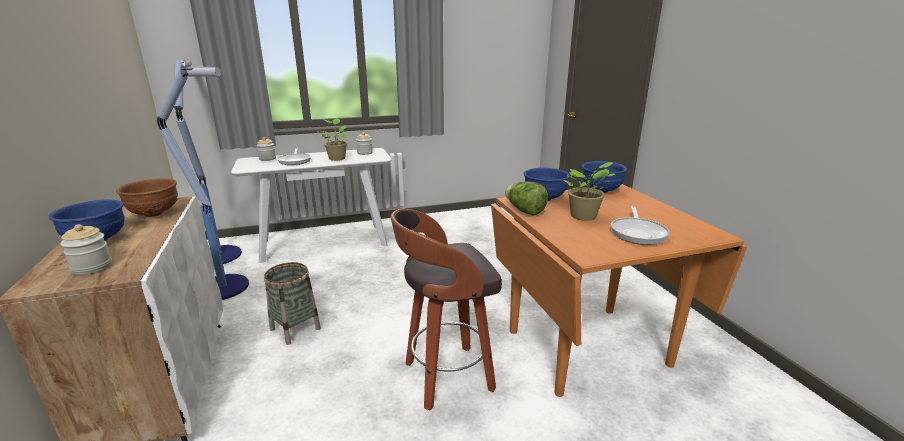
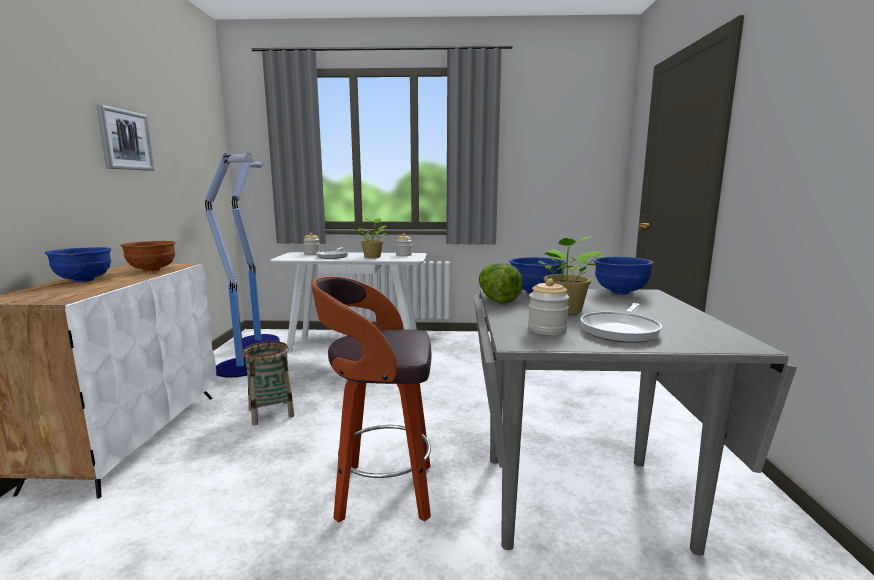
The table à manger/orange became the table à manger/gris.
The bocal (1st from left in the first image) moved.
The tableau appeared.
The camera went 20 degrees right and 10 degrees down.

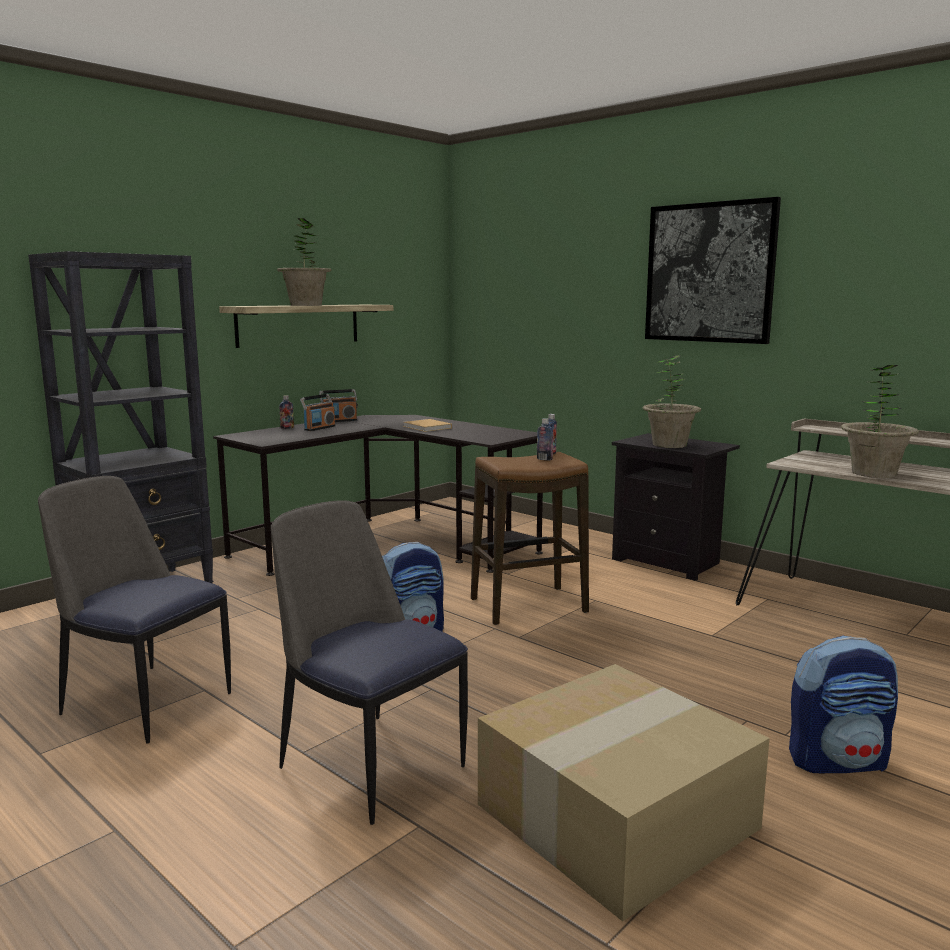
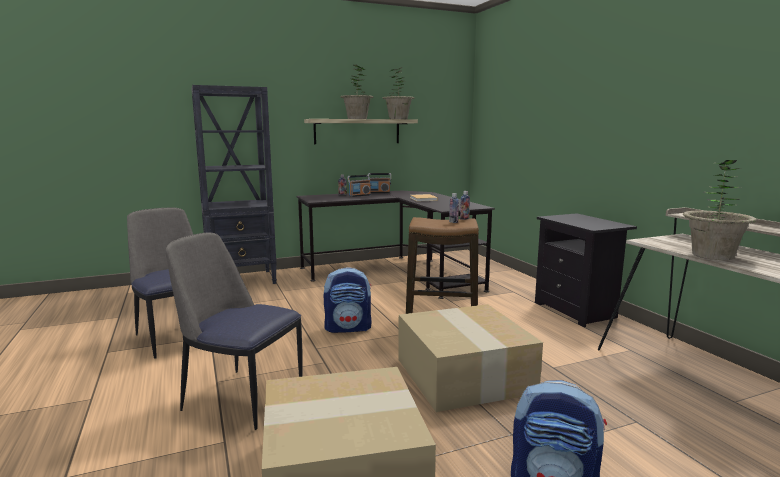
The tableau disappeared.
The plante en pot (2nd from left) moved.
The chaise (2nd from left) turned 45 degrees counterclockwise.
The carton (2nd from left) appeared.
The camera went 25 degrees right and 0 degrees up.

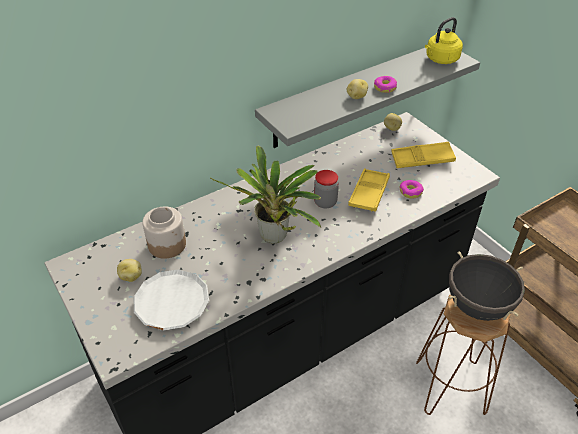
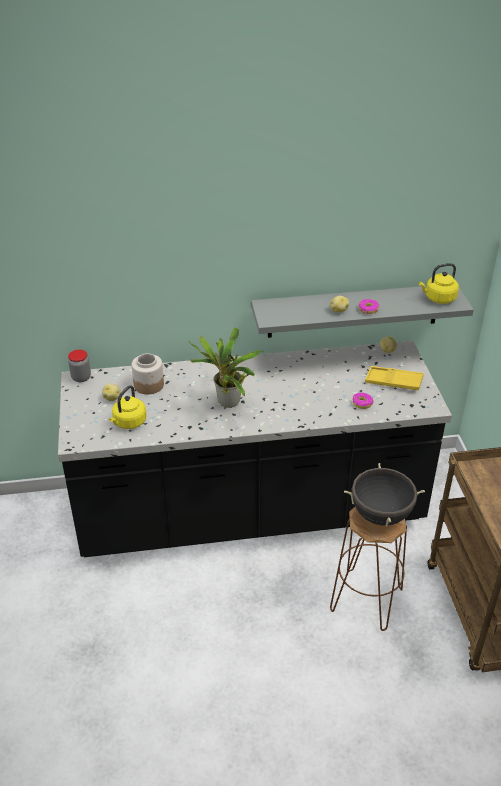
The plateau/jaune (1st from left) disappeared.
The bocal (2nd from left in the first image) moved.
The assiette/blanc was replaced by the bouilloire/jaune (1st from left).
The camera went 25 degrees right and 5 degrees down.

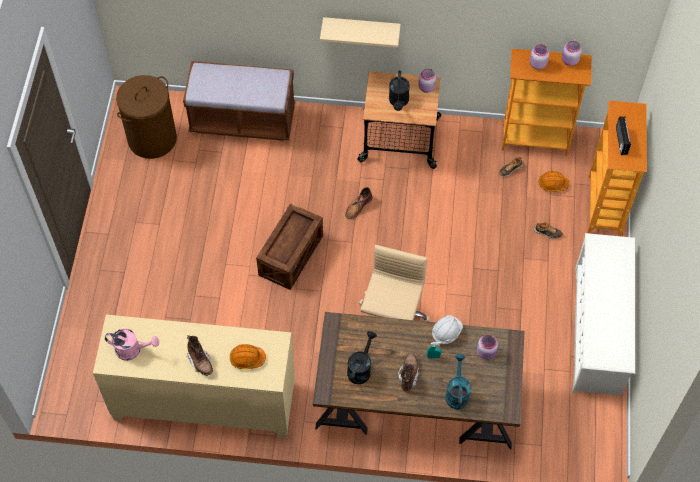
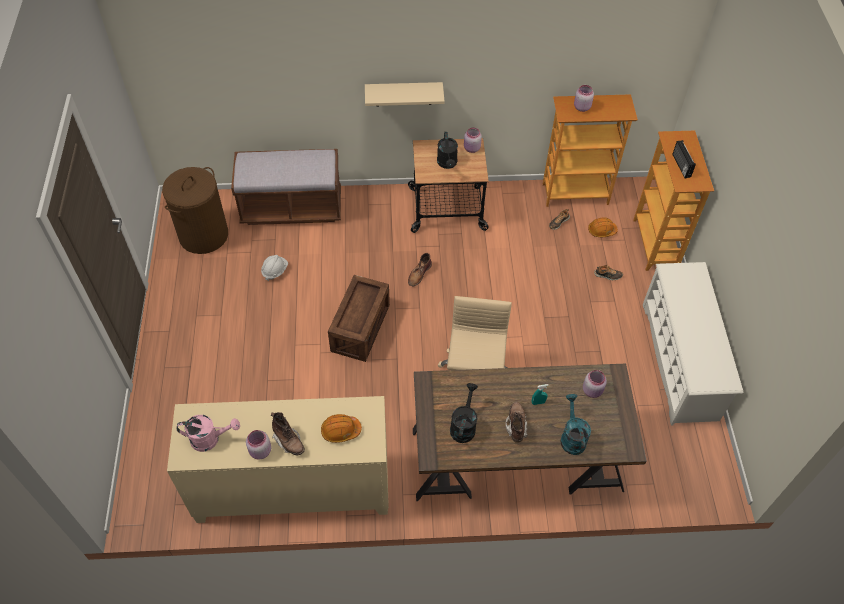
The bocal/rose (4th from left in the first image) moved.
The casque de chantier/blanc moved.
The camera went 10 degrees left and 5 degrees down.

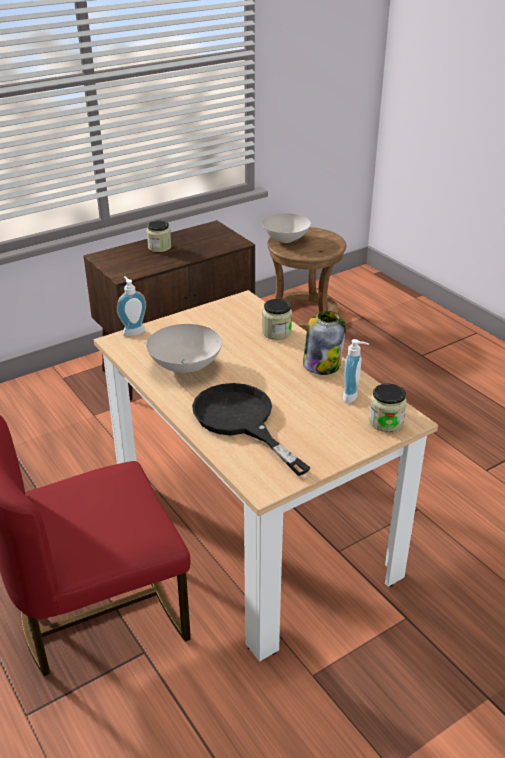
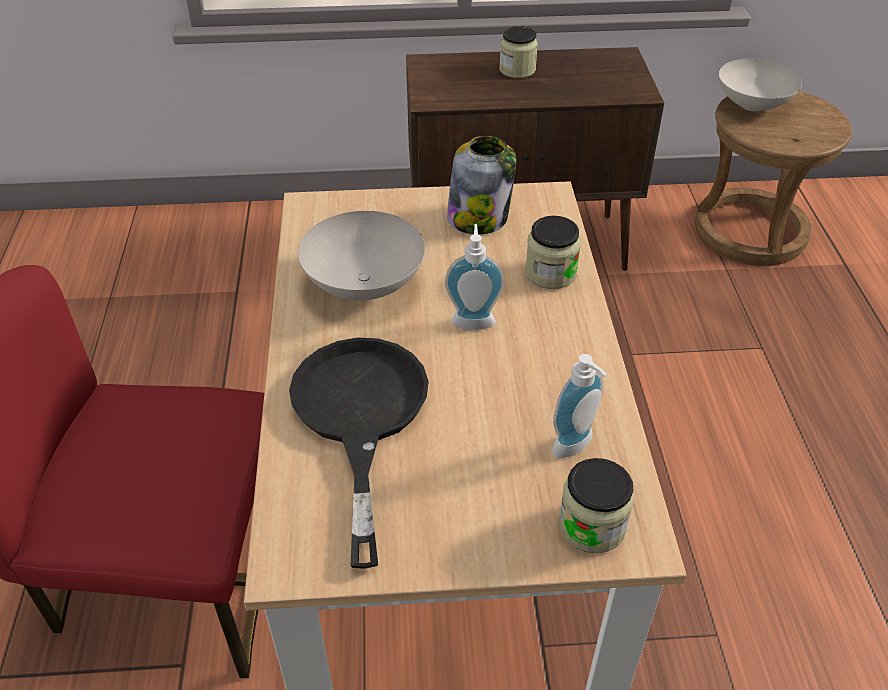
The distributeur de savon (1st from left) moved.
The bocal (3rd from left in the first image) moved.
The camera went 30 degrees right and 10 degrees up.

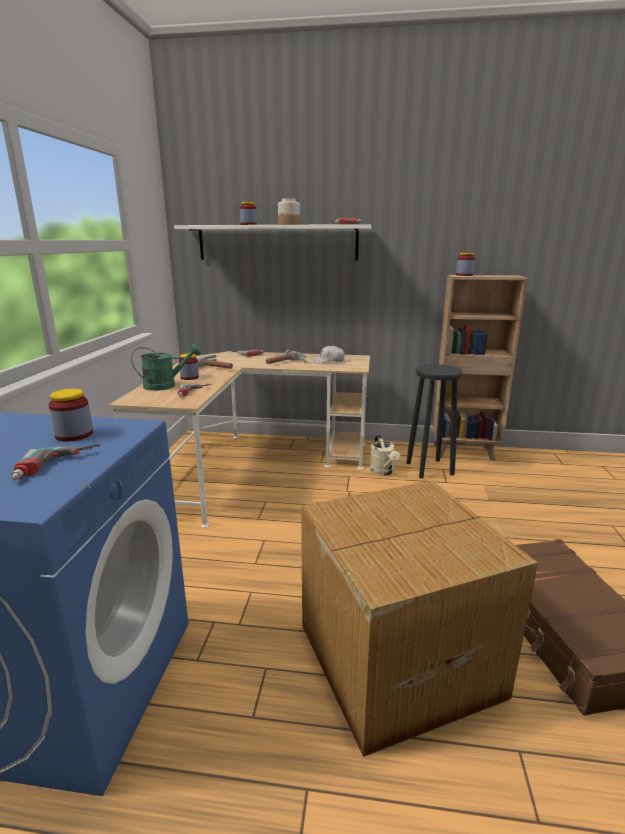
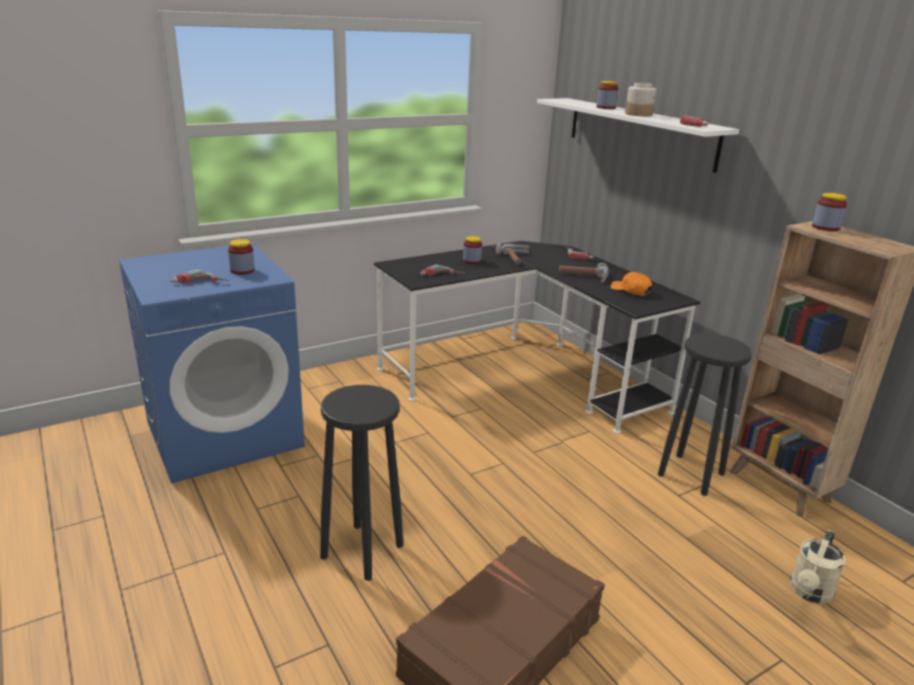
The arrosoir/vert disappeared.
The casquette/blanc became the casquette/orange.
The bureau/beige became the bureau/noir.
The arrosoir/beige moved.
The carton was replaced by the tabouret/noir (1st from left).
The camera went 50 degrees right and 5 degrees up.

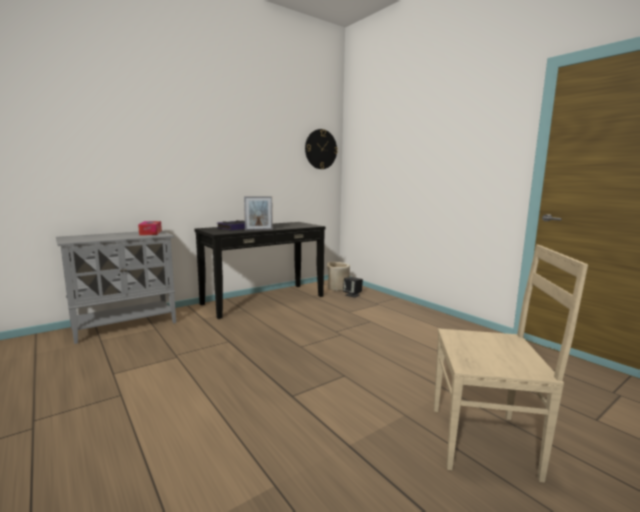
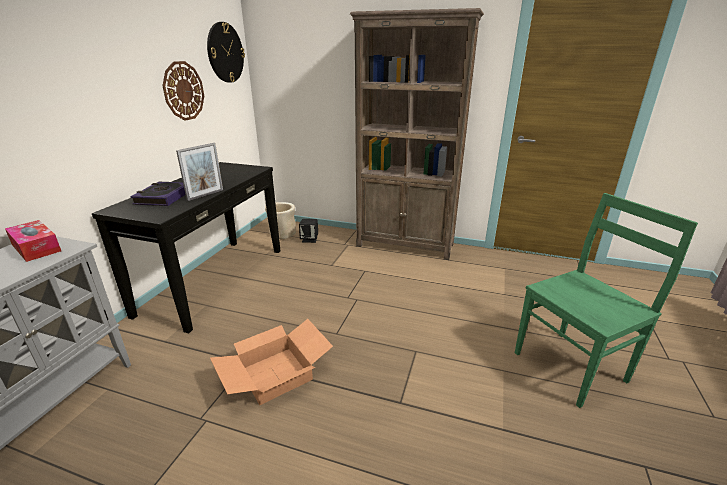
The chaise/beige became the chaise/vert.
The bibliothèque/marron appeared.
The horloge murale (1st from left) appeared.
The carton appeared.
The camera went 35 degrees left and 15 degrees up.

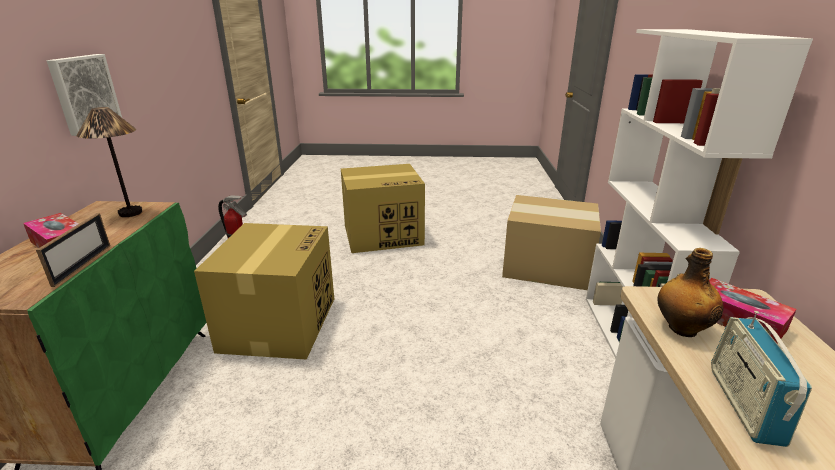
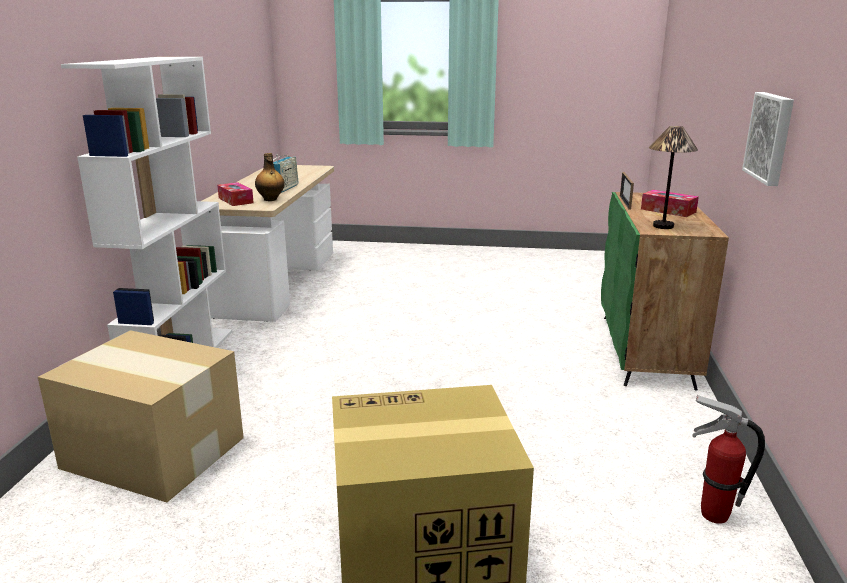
The carton (1st from left) disappeared.
The camera went 175 degrees left and 5 degrees down.

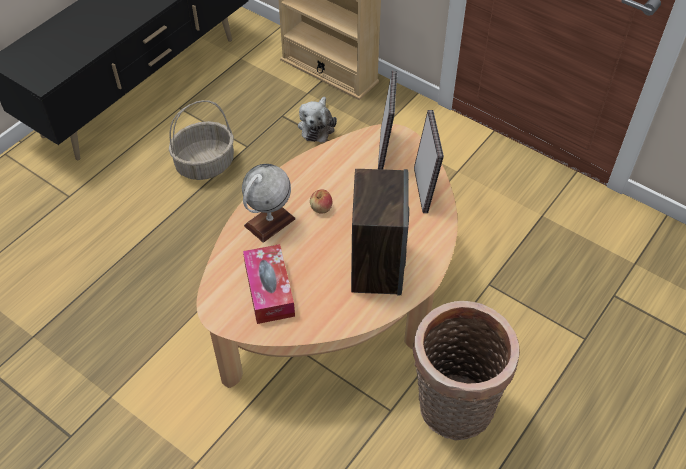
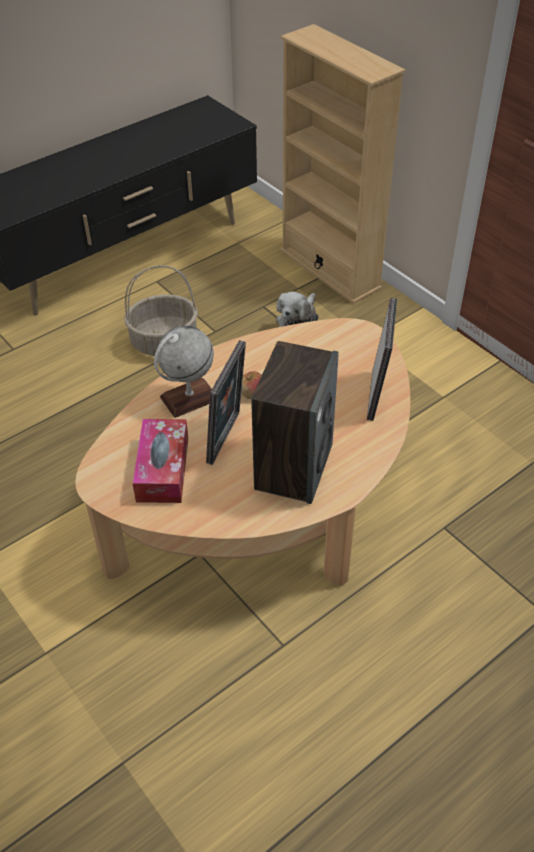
The cadre photo (1st from left) moved.
The panier (2nd from left) disappeared.
The camera went 15 degrees right and 5 degrees down.

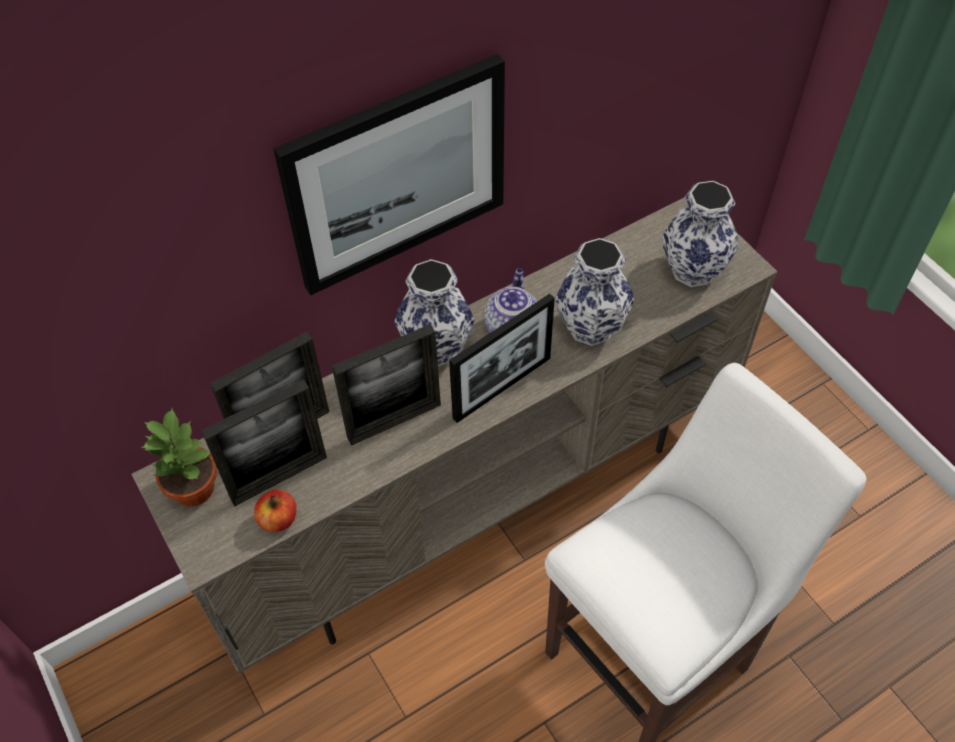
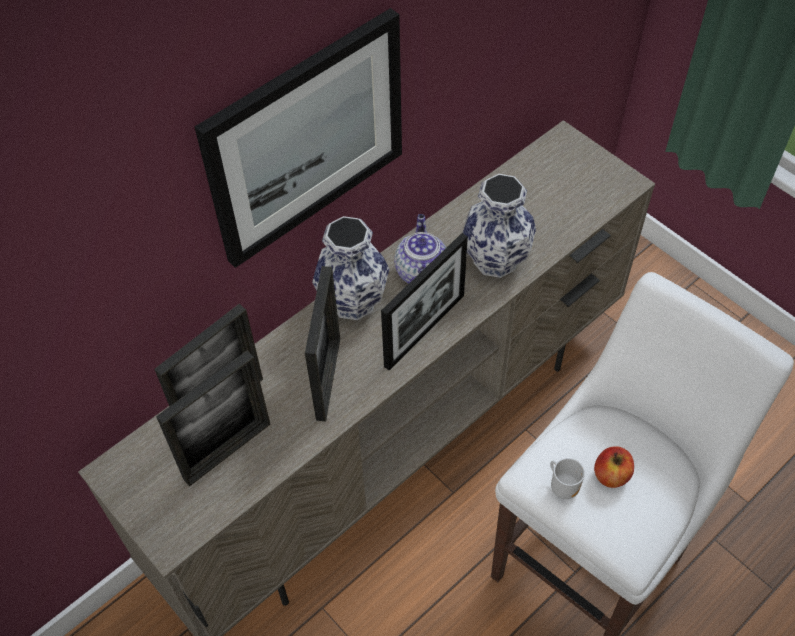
The vase (3rd from left) disappeared.
The cadre photo (3rd from left) turned 45 degrees counterclockwise.
The plante en pot disappeared.
The pomme moved.
The mug appeared.
The camera went 10 degrees left and 0 degrees up.

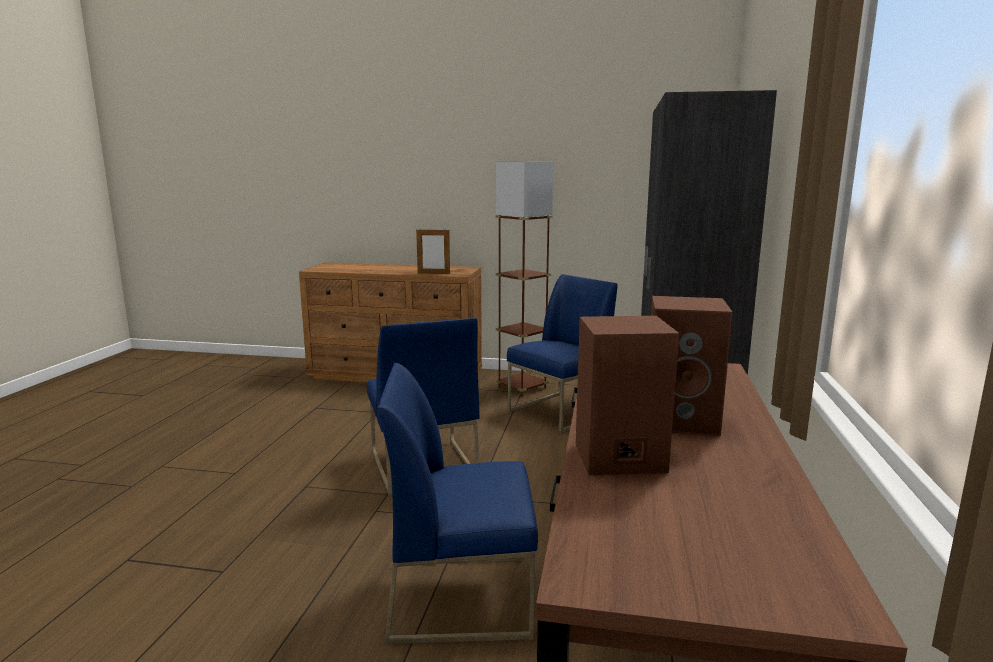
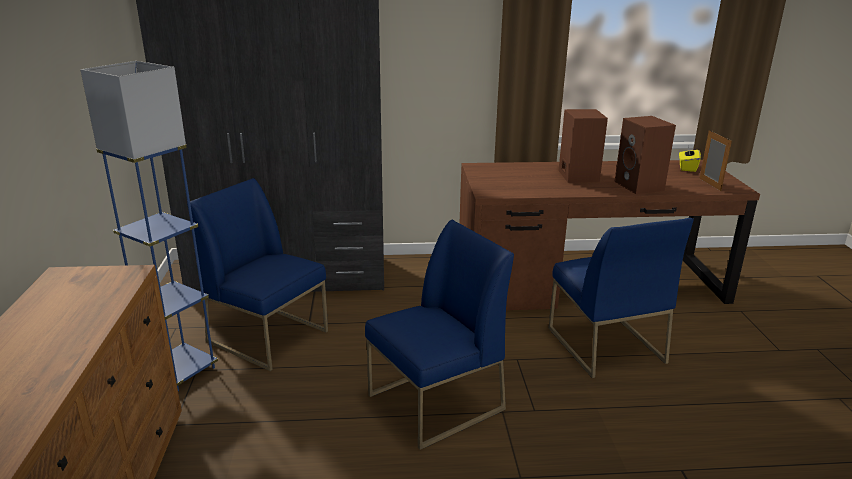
The lampadaire/marron became the lampadaire/bleu.
The cadre photo moved.
The boîte à mouchoirs/jaune appeared.
The camera went 105 degrees left and 10 degrees up.

